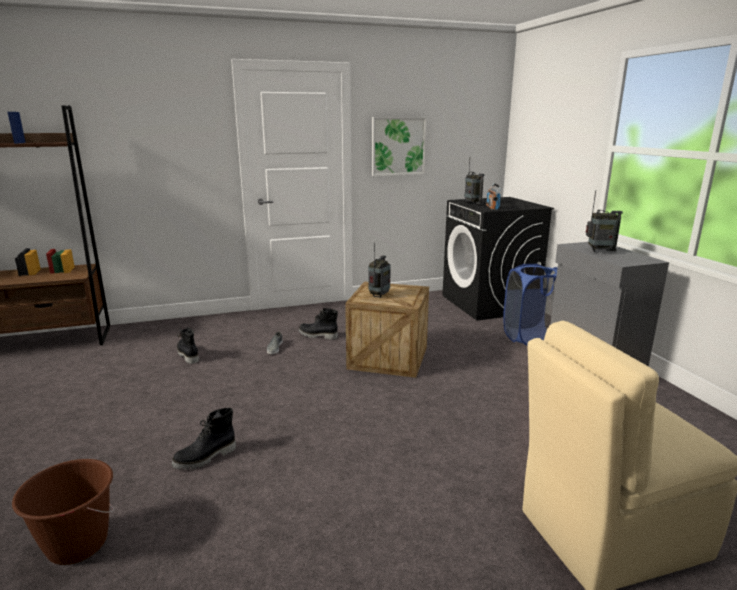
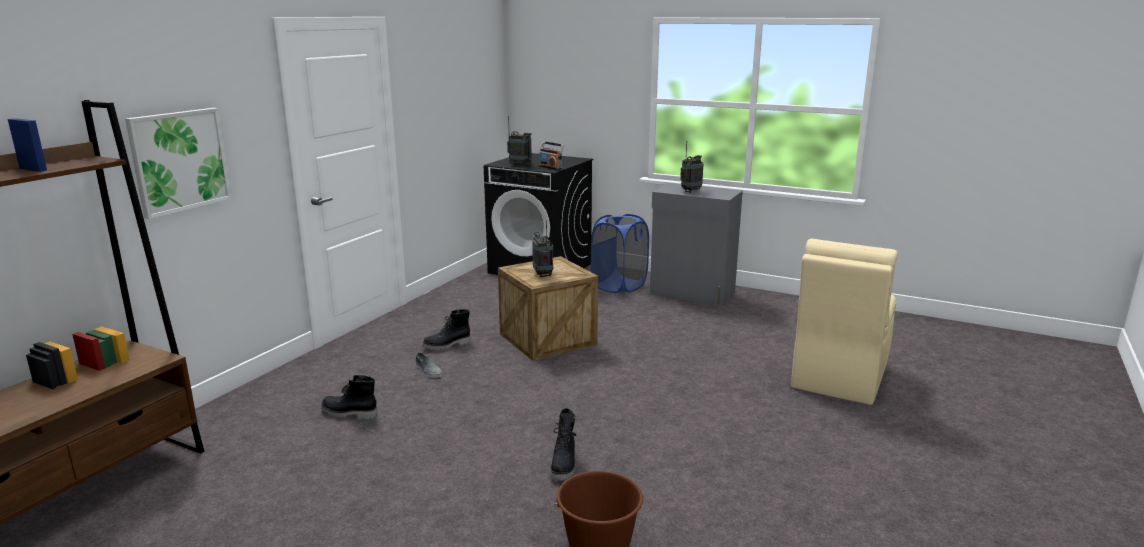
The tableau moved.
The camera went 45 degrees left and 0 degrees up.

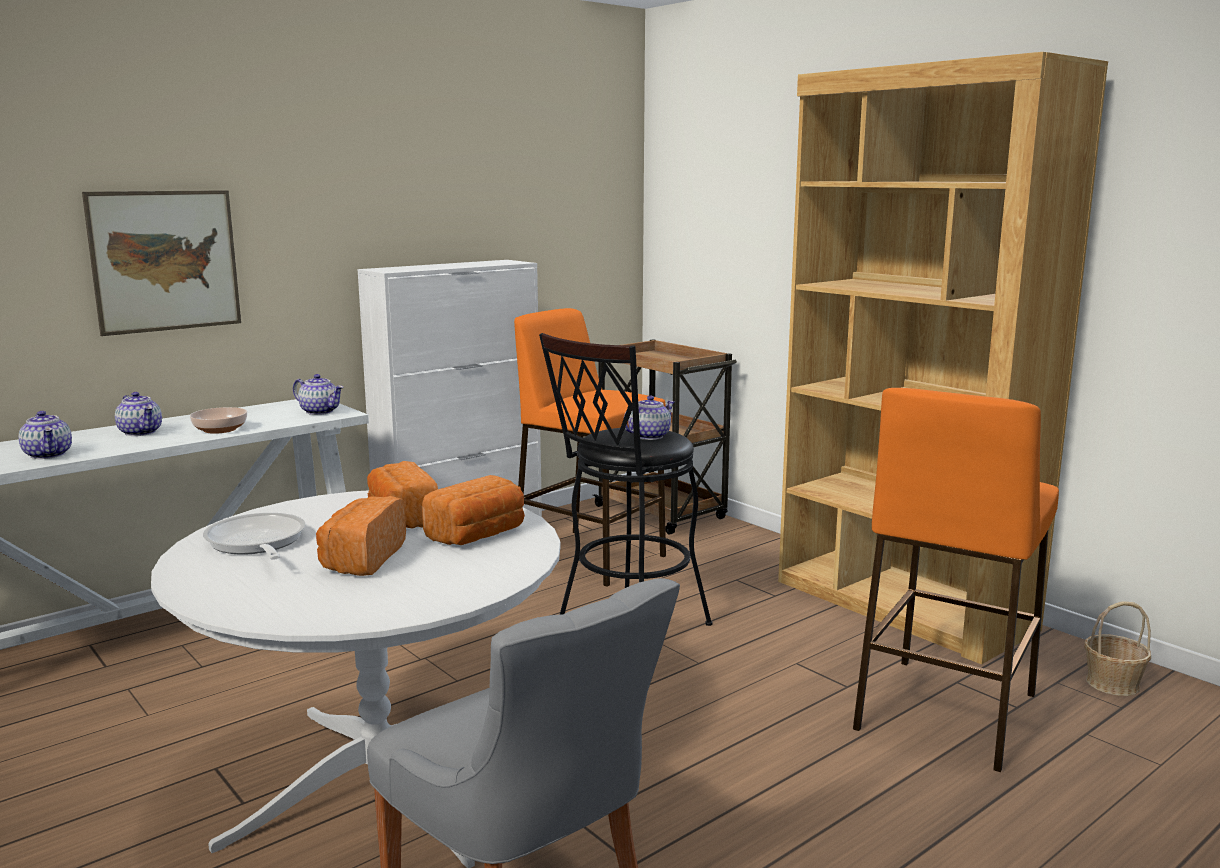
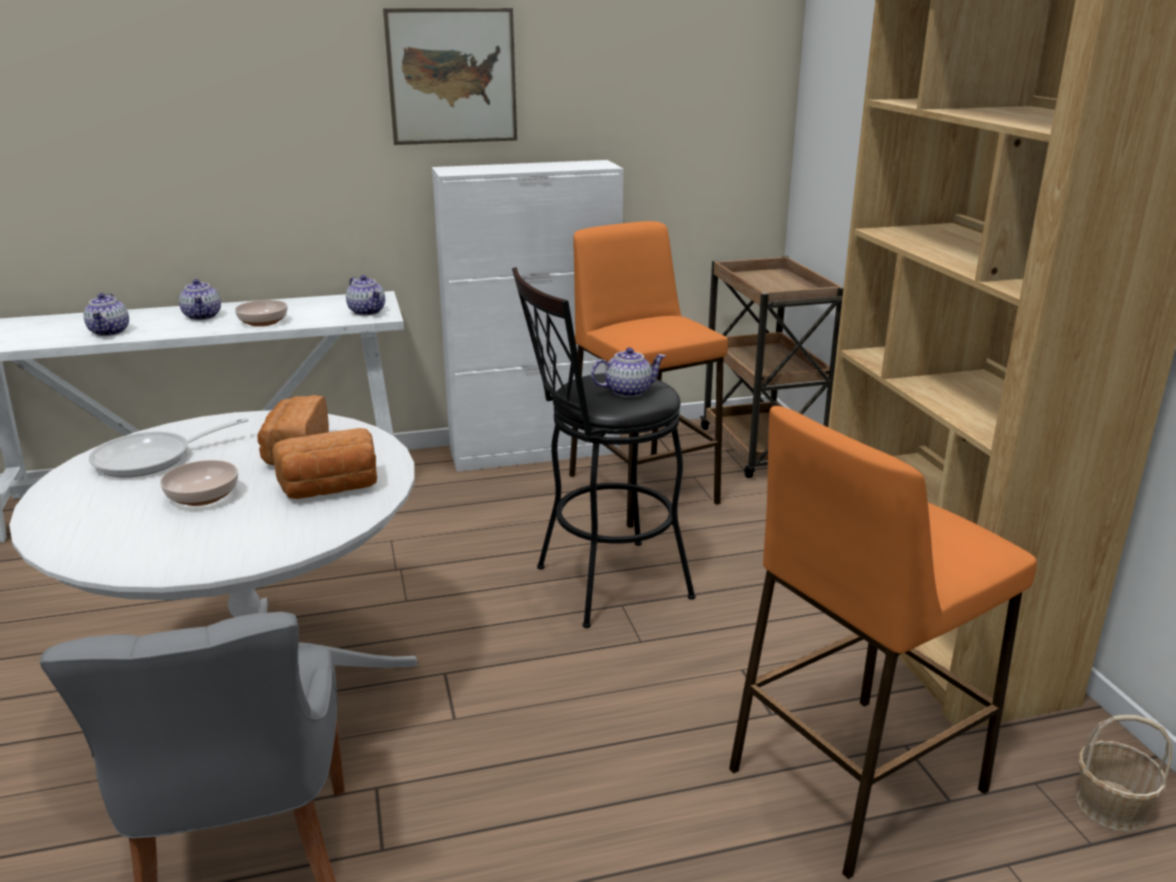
The tableau moved.
The pain (1st from left) was replaced by the bol (1st from left).
The poêle turned 120 degrees counterclockwise.
The camera went 25 degrees right and 10 degrees up.

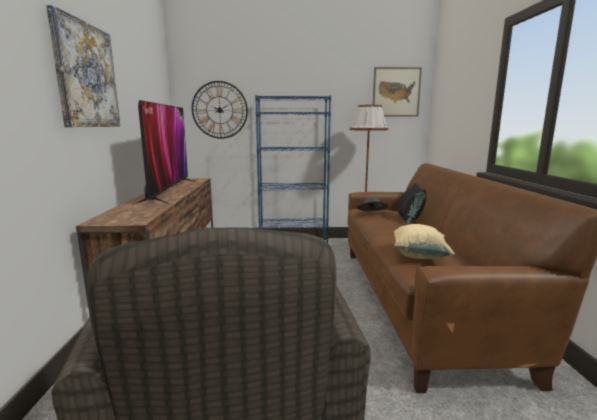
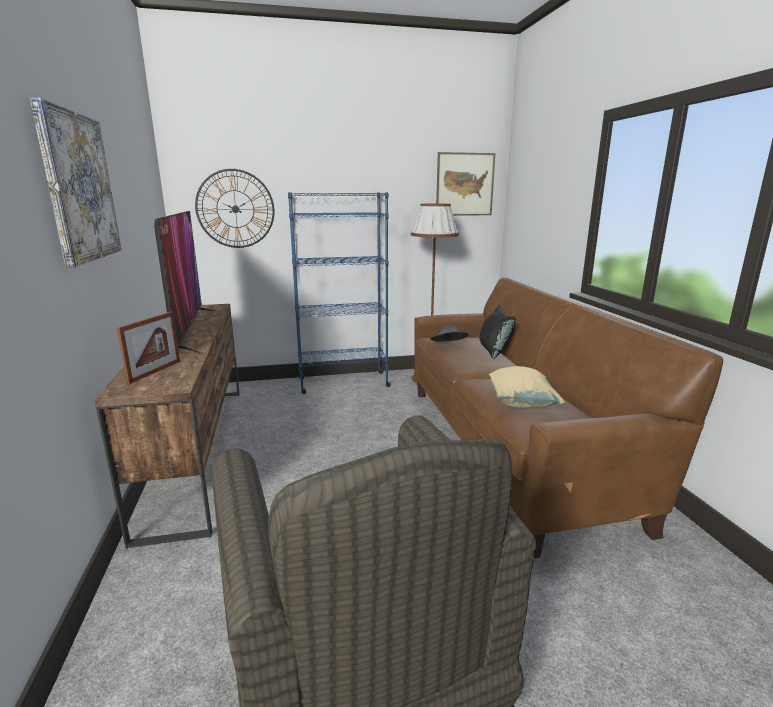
The cadre photo appeared.
The camera went 10 degrees left and 5 degrees up.

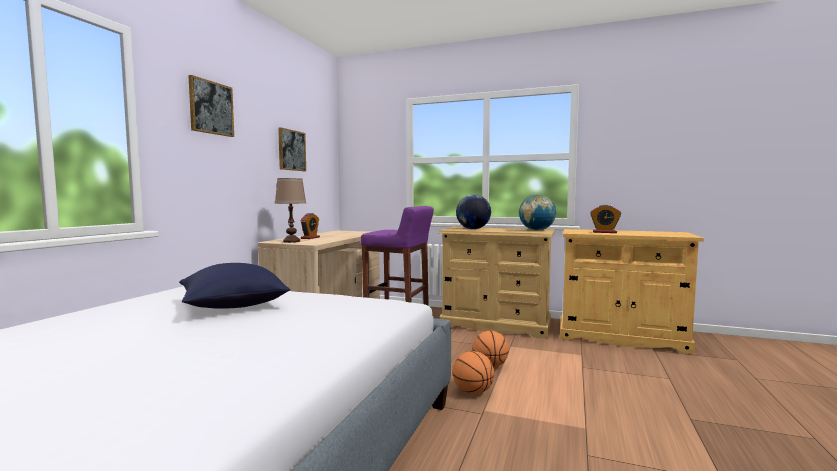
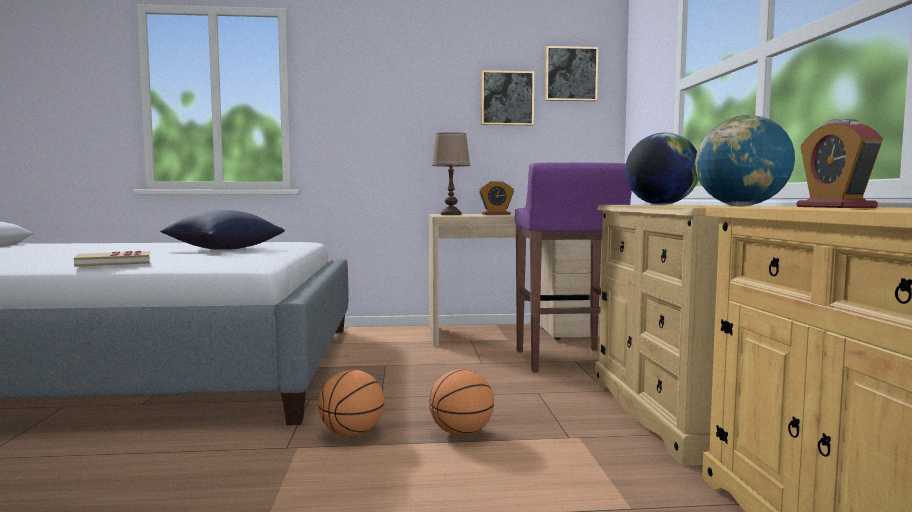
The tableau (1st from left in the first image) moved.
The livre appeared.
The camera went 65 degrees right and 0 degrees up.

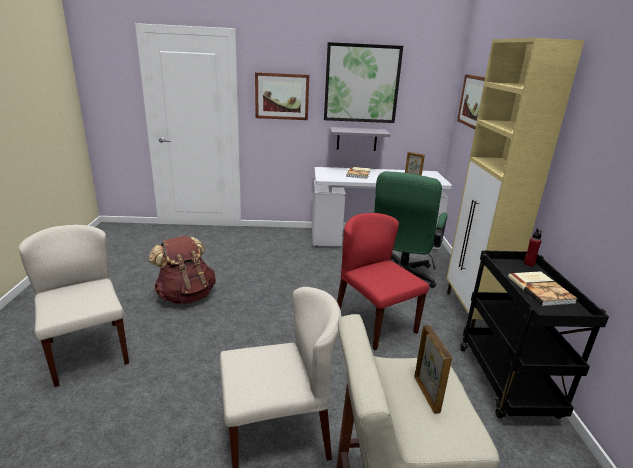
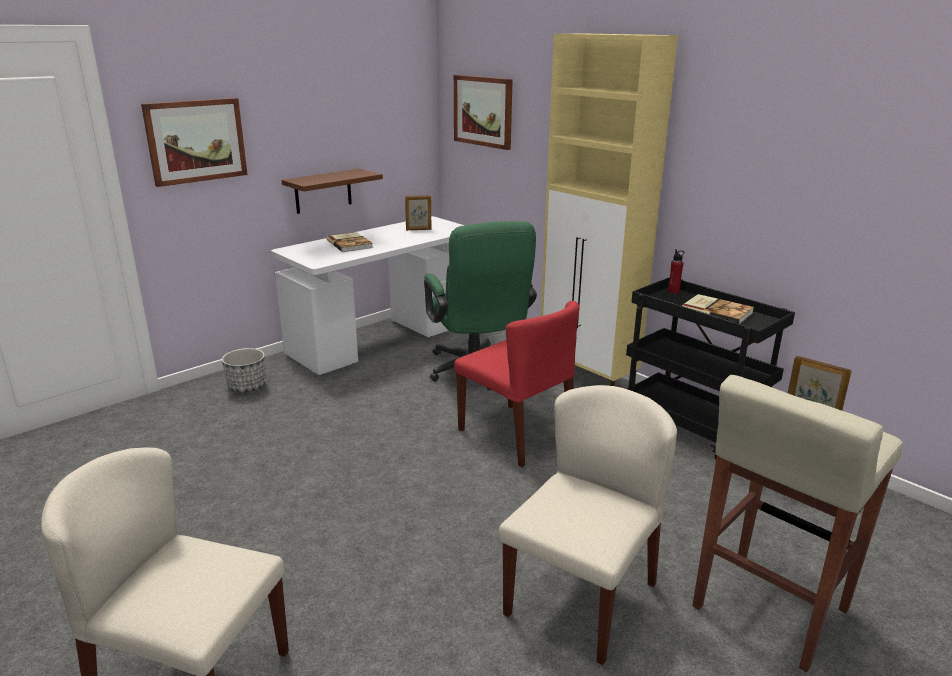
The tableau (2nd from left) disappeared.
The étagère/gris became the étagère/marron.
The chaise/rouge turned 150 degrees counterclockwise.
The sac à dos/marron disappeared.
The cache-pot appeared.
The camera went 40 degrees left and 0 degrees up.

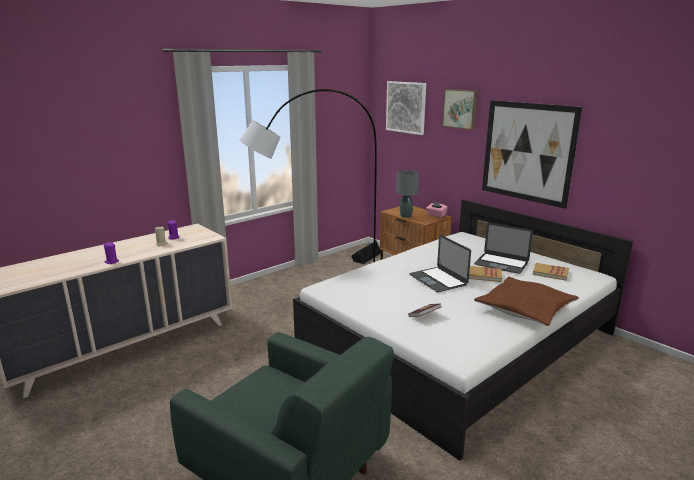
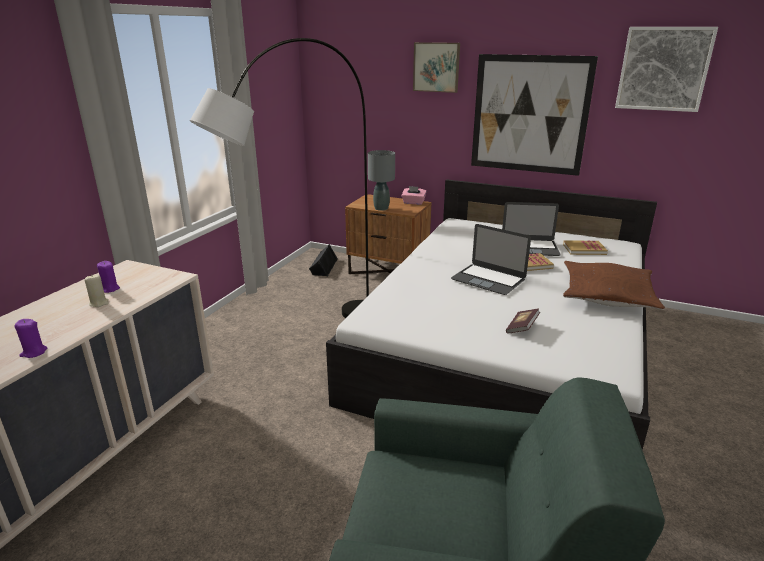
The tableau (1st from left in the first image) moved.
The camera went 25 degrees left and 5 degrees up.

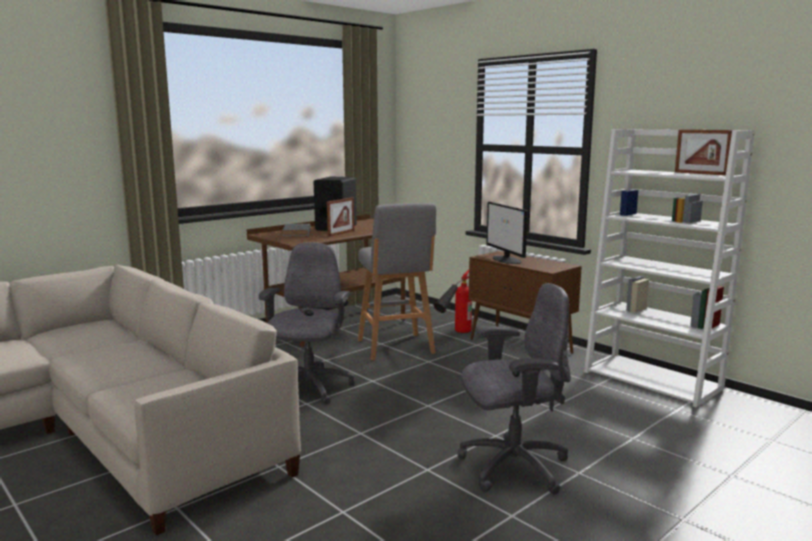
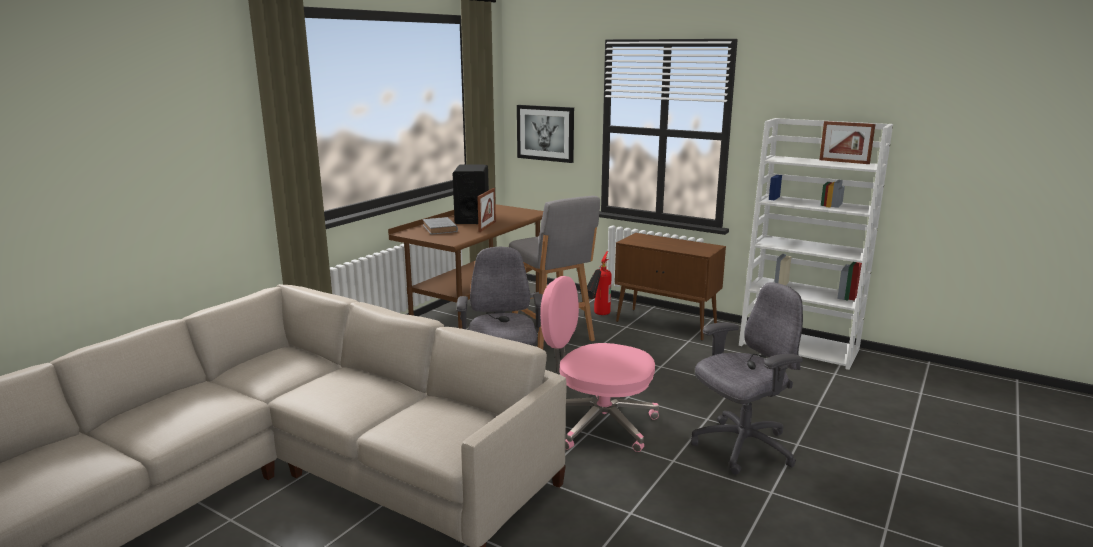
The écran d'ordinateur disappeared.
The tableau appeared.
The chaise de bureau/rose appeared.
The camera went 15 degrees left and 5 degrees up.

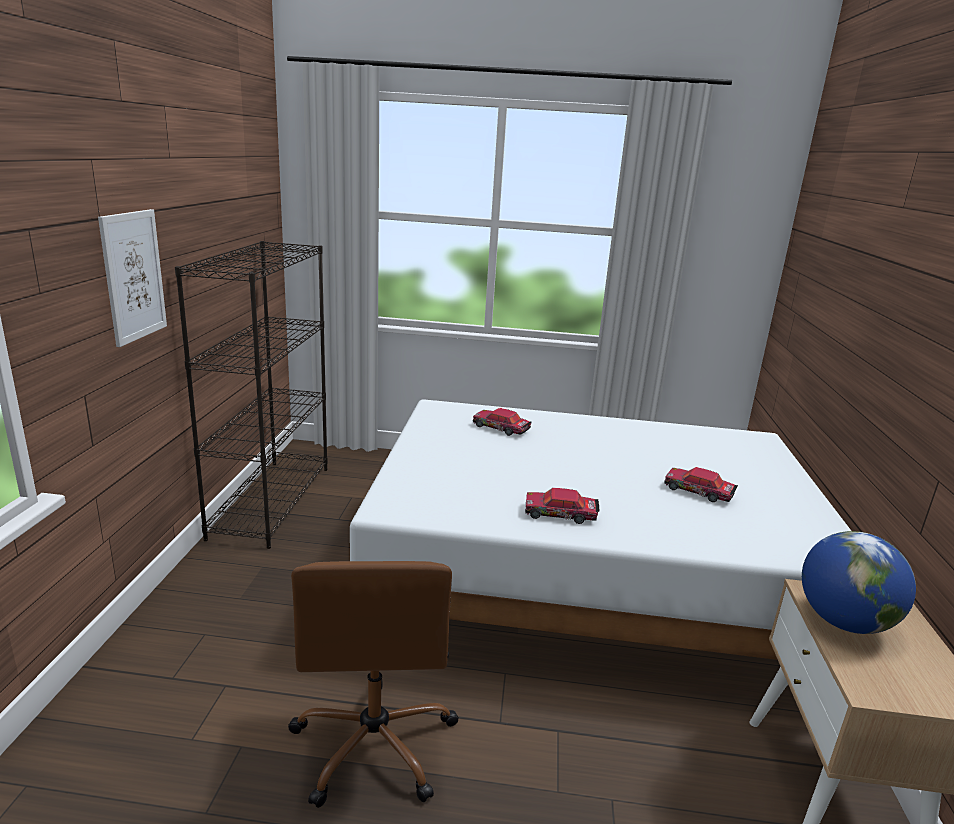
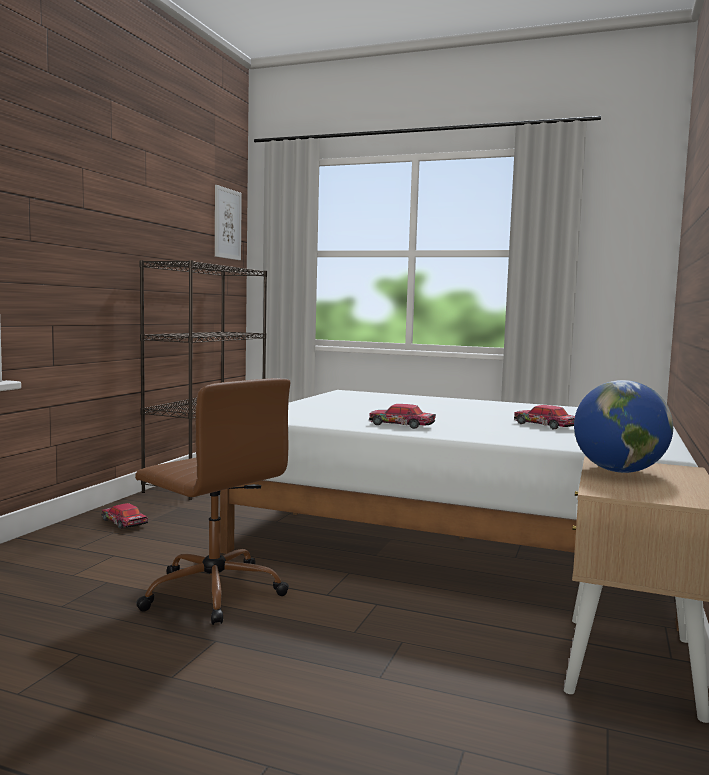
The tableau moved.
The petite voiture (1st from left) moved.
The chaise de bureau/marron turned 60 degrees counterclockwise.
The camera went 15 degrees right and 15 degrees down.

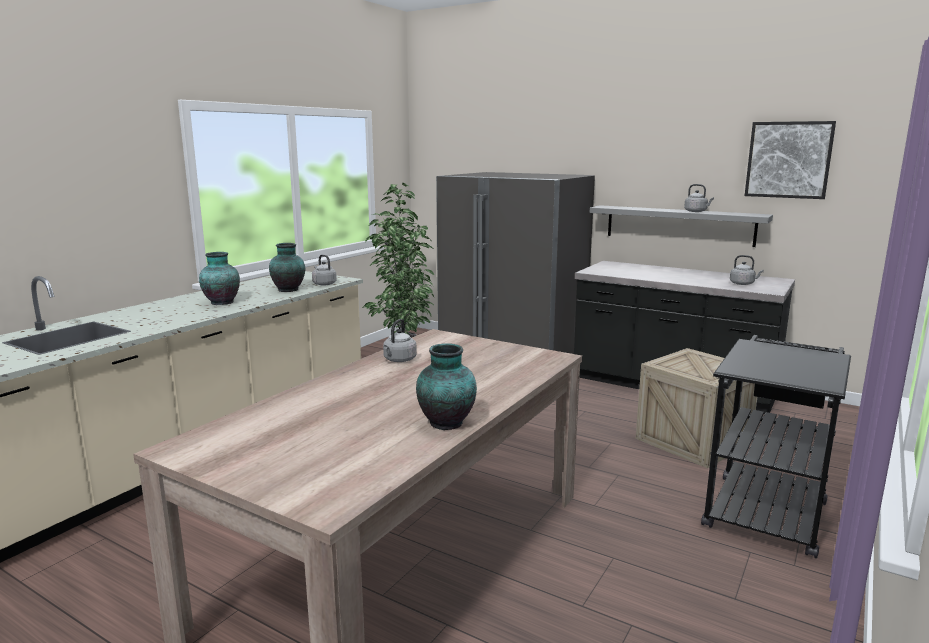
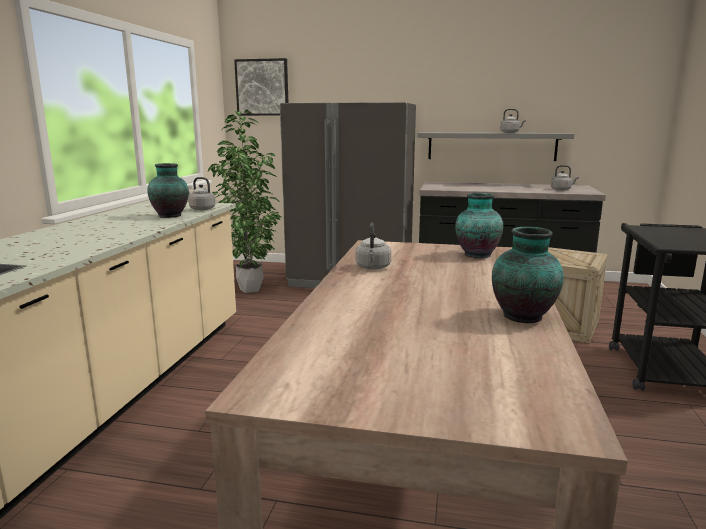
The tableau moved.
The vase (1st from left in the first image) moved.
The camera went 20 degrees left and 0 degrees up.

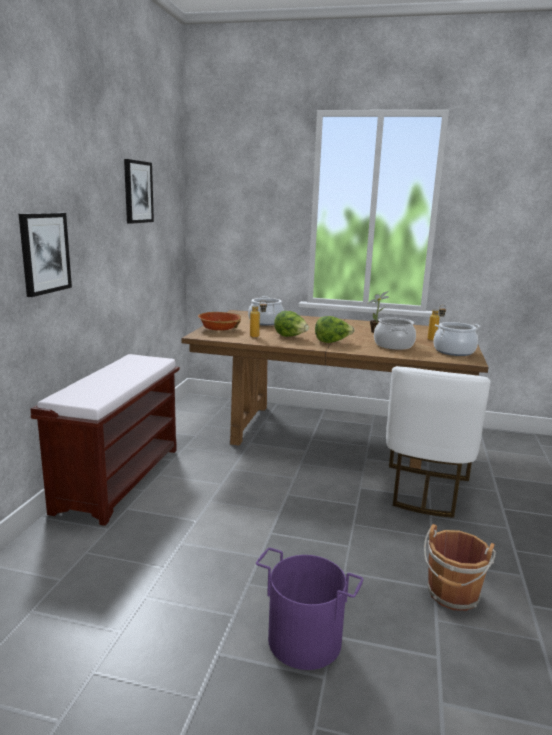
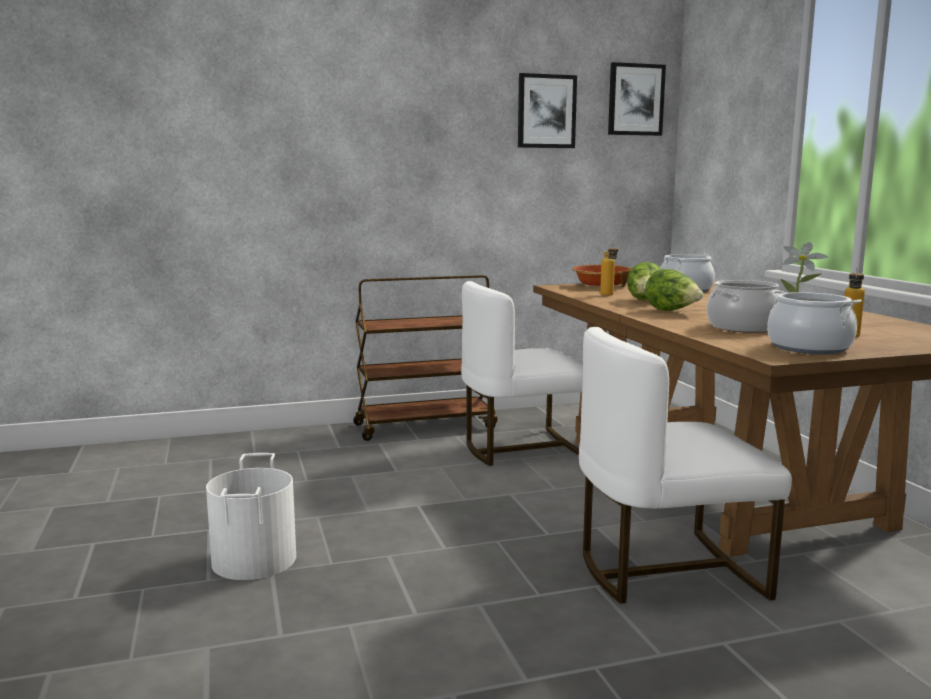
The tableau (1st from left in the first image) moved.
The banc/marron was replaced by the chariot/marron.
The seau/marron disappeared.
The seau/violet became the seau/blanc.
The chaise/blanc (1st from left) appeared.
The camera went 60 degrees right and 5 degrees down.

